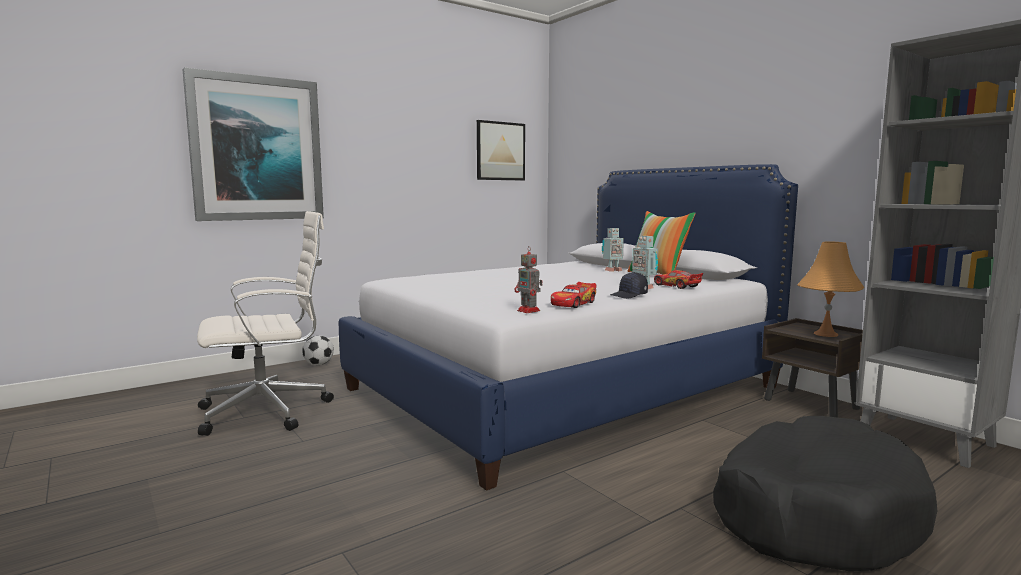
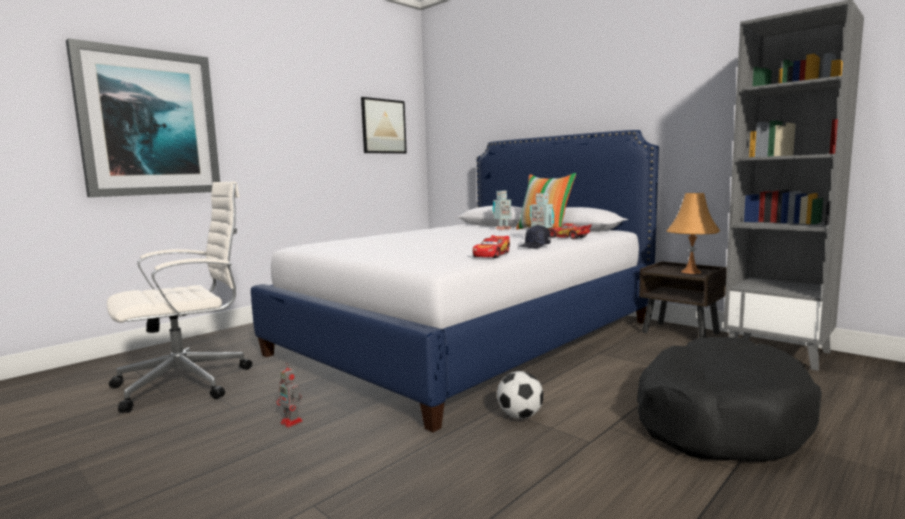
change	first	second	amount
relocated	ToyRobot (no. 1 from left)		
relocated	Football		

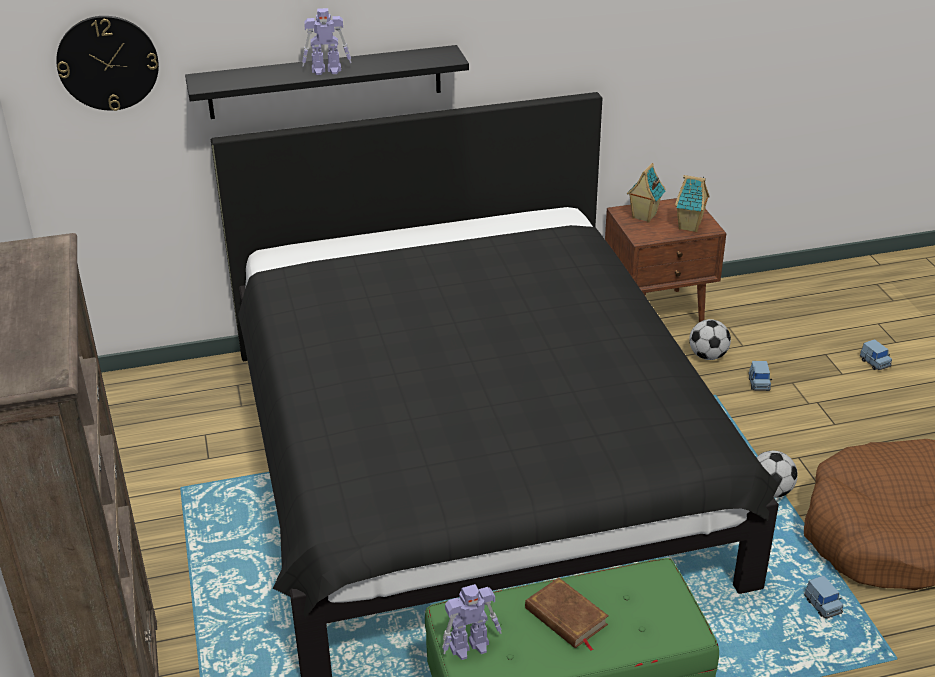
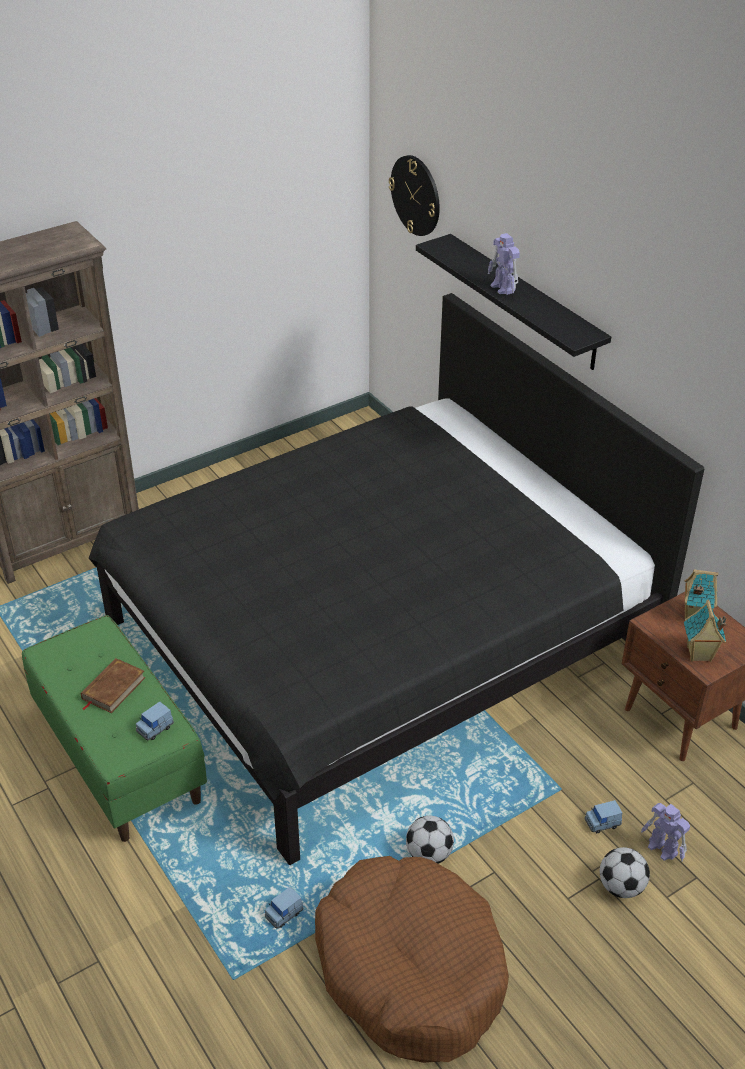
change	first	second	amount
relocated	Football (no. 1 from left in the first image)	Football (no. 2 from left)	
relocated	BlueToyCar (no. 3 from left in the first image)	BlueToyCar (no. 1 from left)	
relocated	ToyRobot (no. 2 from left)		

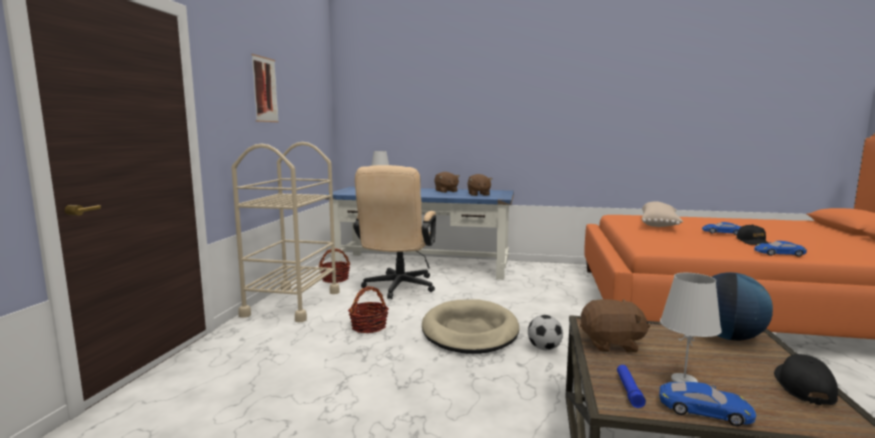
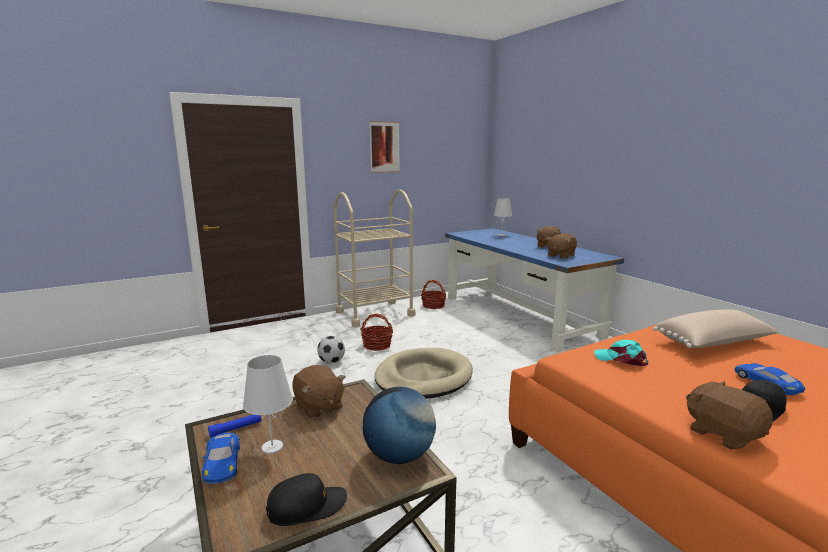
change	first	second	amount
missing	BeigeOfficeChair		
exchanged	BlueToyCar (no. 3 from left)	BrownPlushToy (no. 4 from left)	
relocated	Football		
appeared		TurquoiseCap	

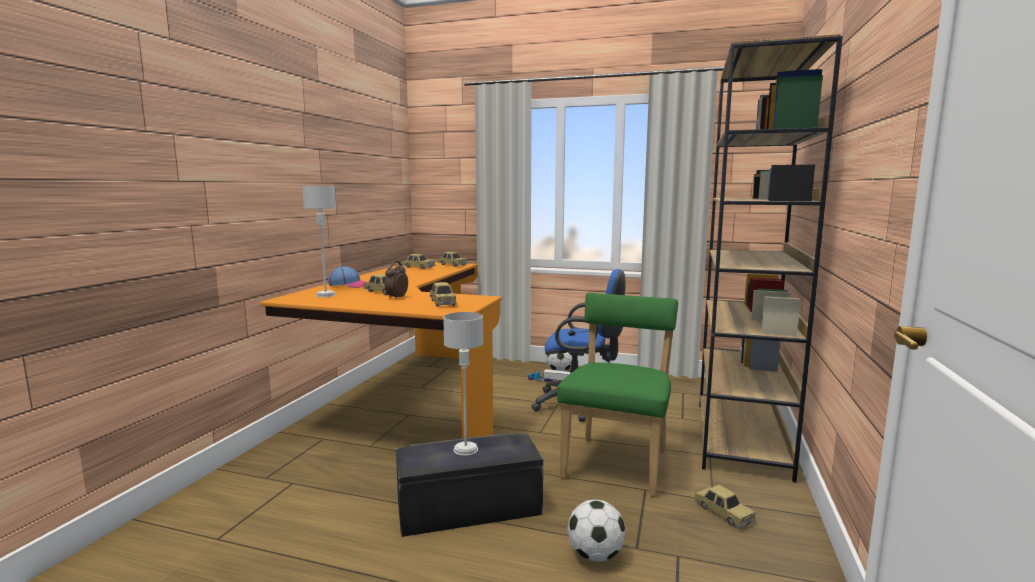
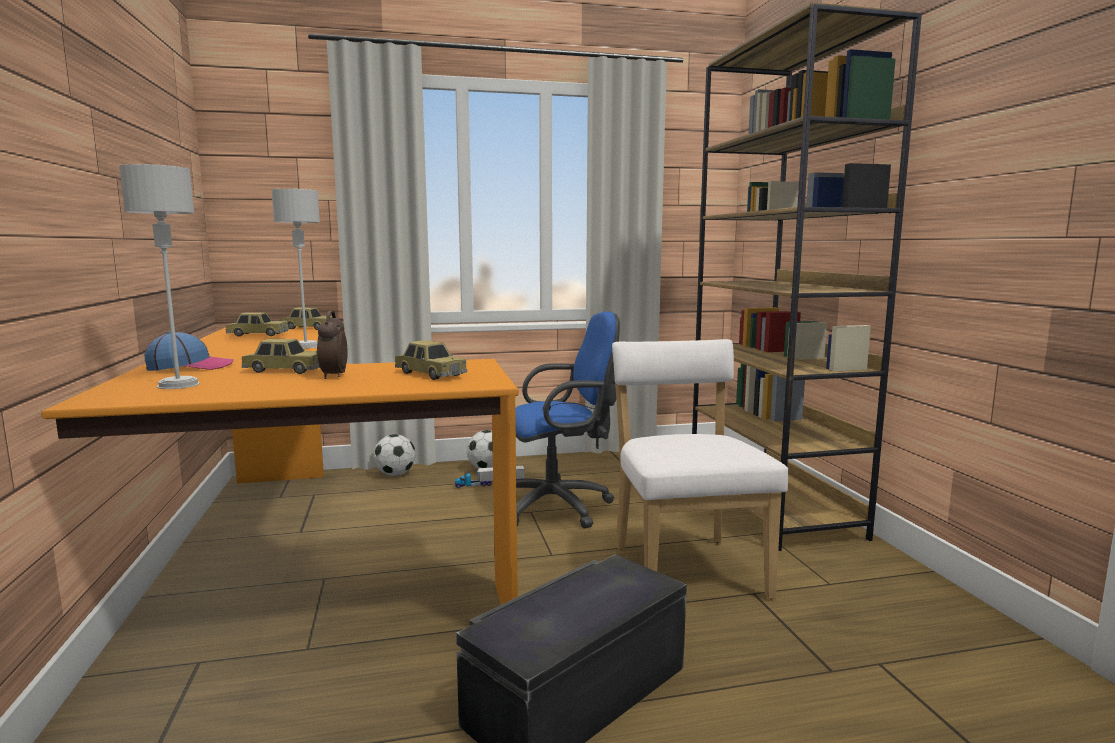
change	first	second	amount
colour	GreenChair	WhiteChair	
relocated	GreyTableLamp (no. 2 from left)		
missing	ToyCar (no. 5 from left)		
relocated	Football (no. 2 from left in the first image)	Football (no. 1 from left)	

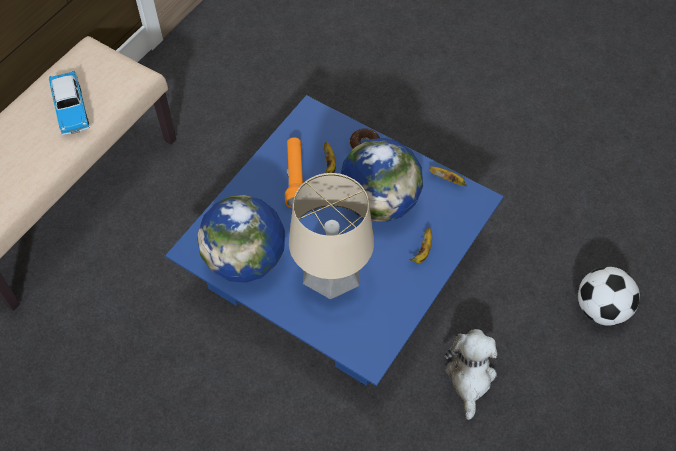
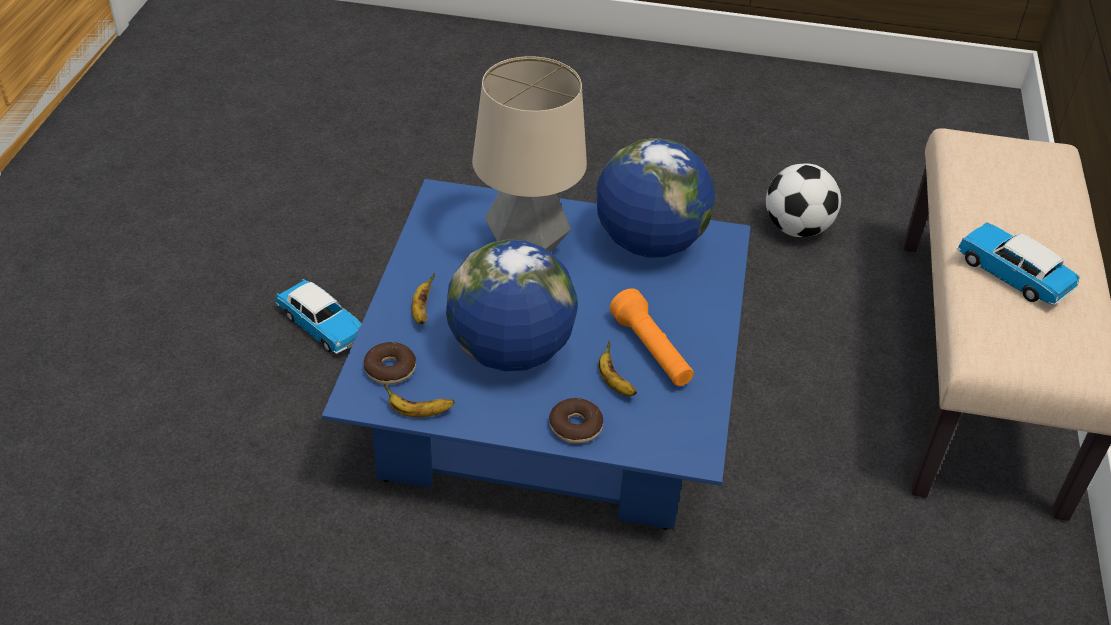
change	first	second	amount
relocated	Football		
exchanged	PlushToy	ToyCar (no. 1 from left)	
appeared		Donut (no. 1 from left)	

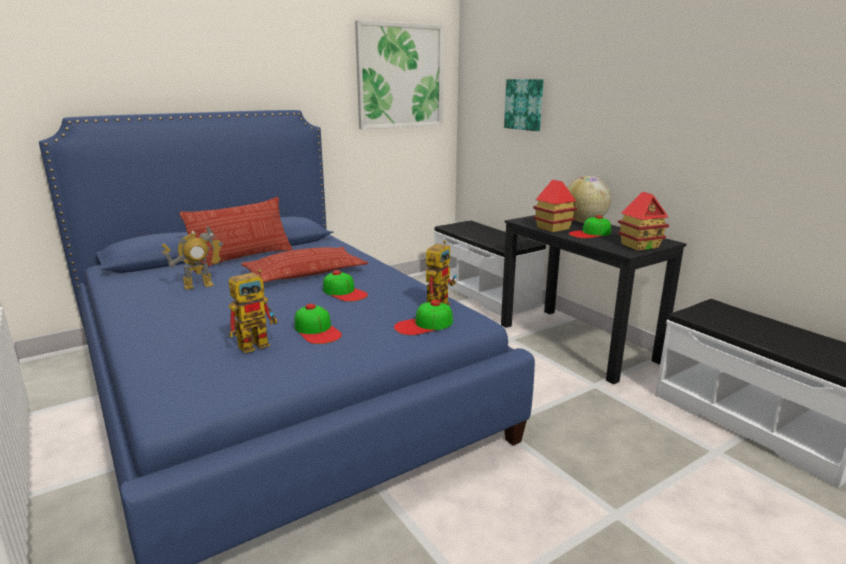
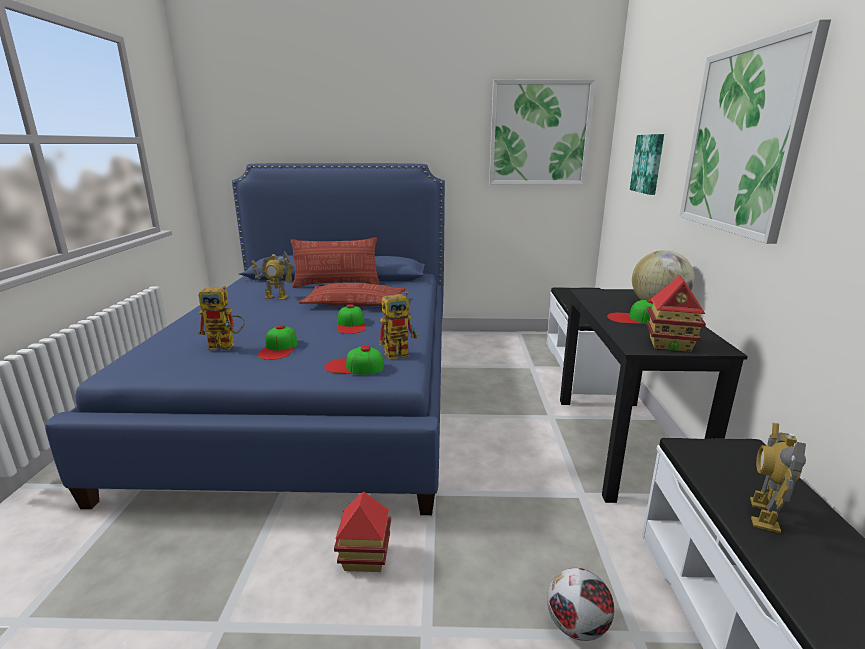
change	first	second	amount
relocated	ToyHouse (no. 1 from left)		
appeared		Picture (no. 3 from left)	
appeared		ToyRobot (no. 4 from left)	
appeared		Football	

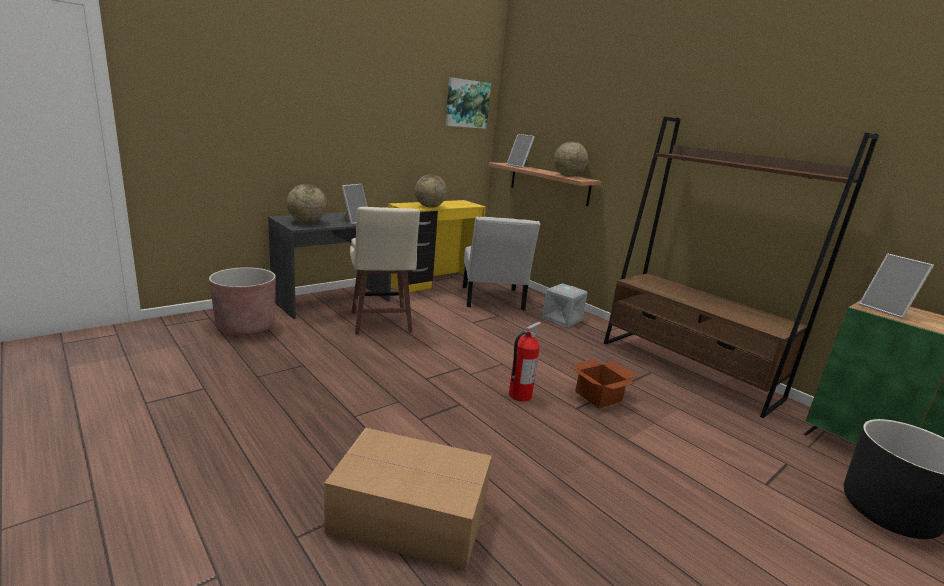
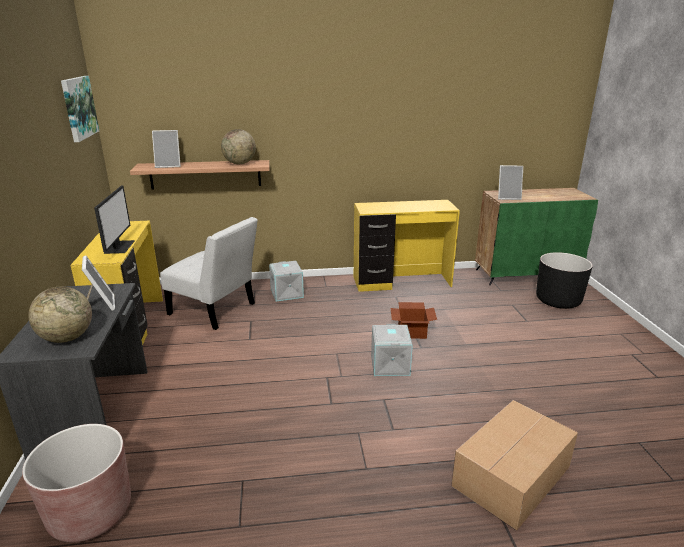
change	first	second	amount
exchanged	BrownBookcase	YellowDesk (no. 2 from left)	
exchanged	Globe (no. 2 from left)	Monitor	
missing	BeigeStool		
exchanged	FireExtinguisher	GreyStorageBox (no. 2 from left)	

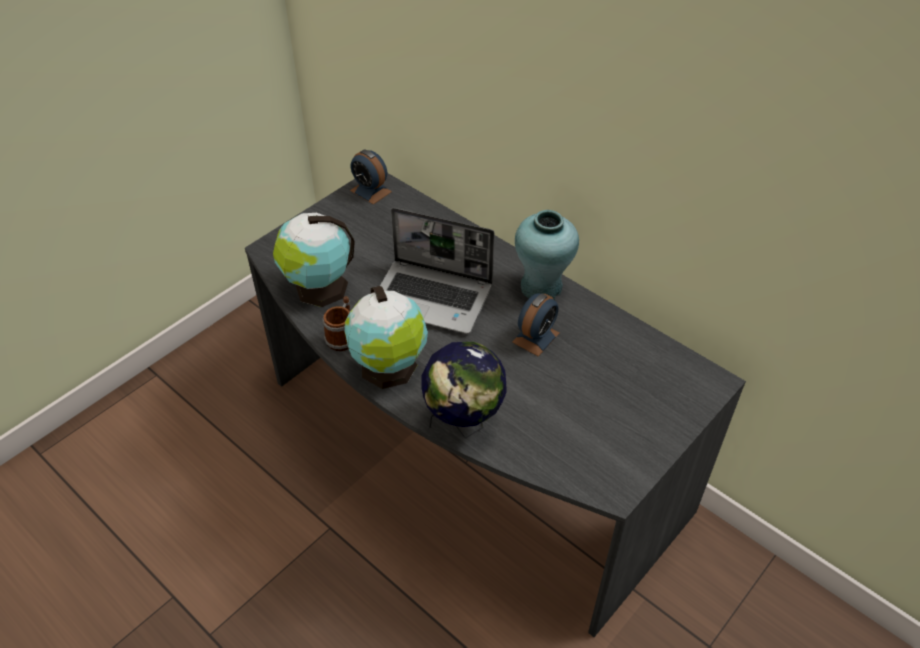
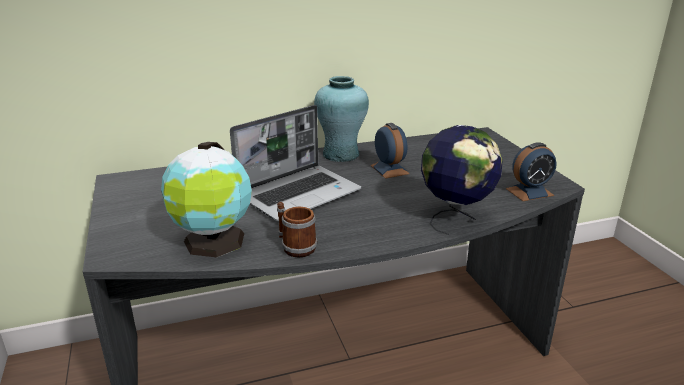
change	first	second	amount
relocated	AlarmClock (no. 1 from left in the first image)	AlarmClock (no. 2 from left)	
missing	Globe (no. 2 from left)		

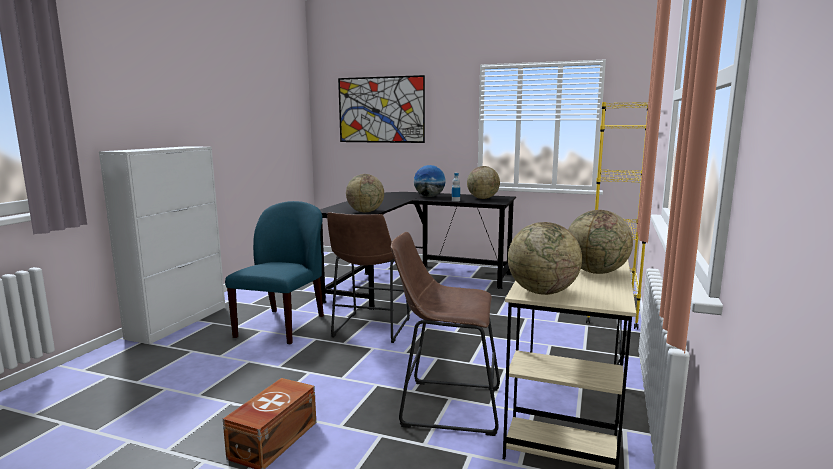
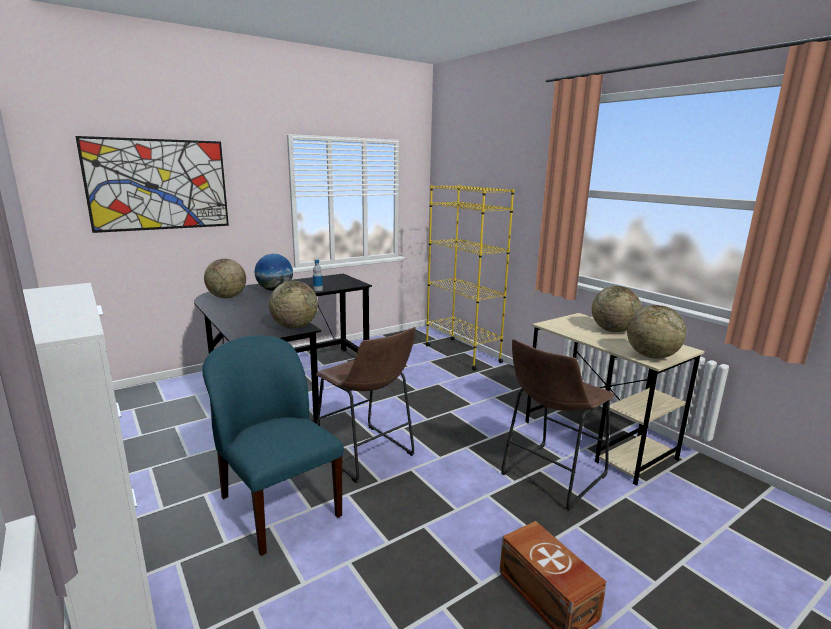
change	first	second	amount
relocated	Globe (no. 3 from left in the first image)	Globe (no. 1 from left)	

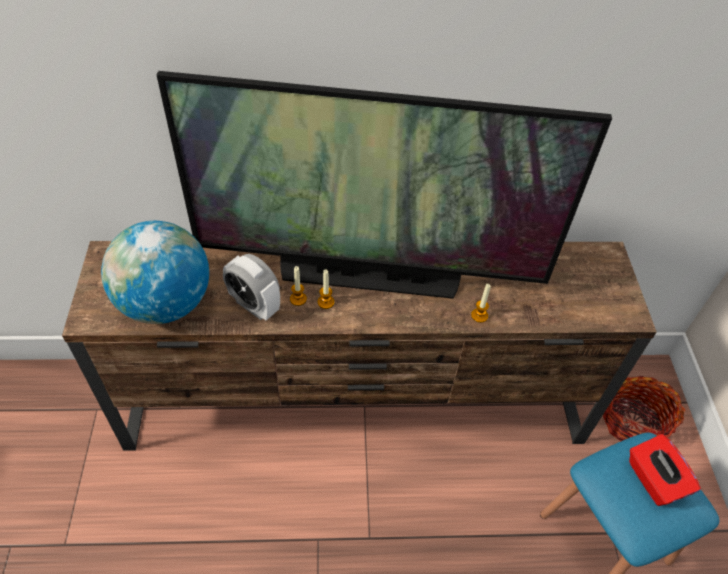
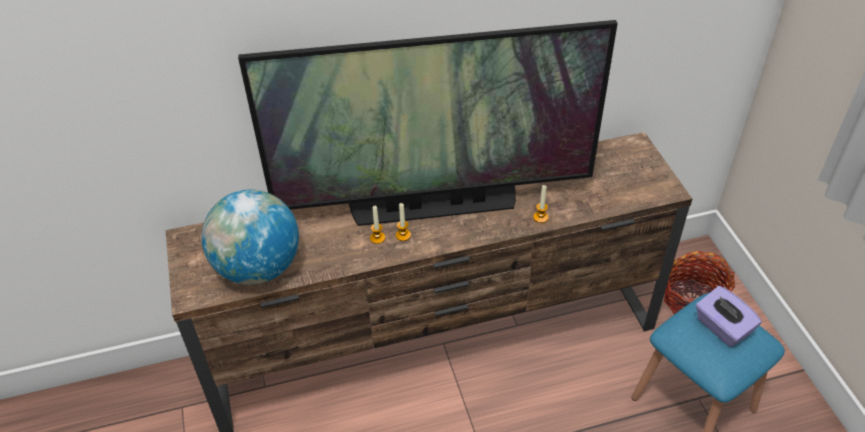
change	first	second	amount
missing	AlarmClock		
colour	RedTissueBox	PurpleTissueBox	

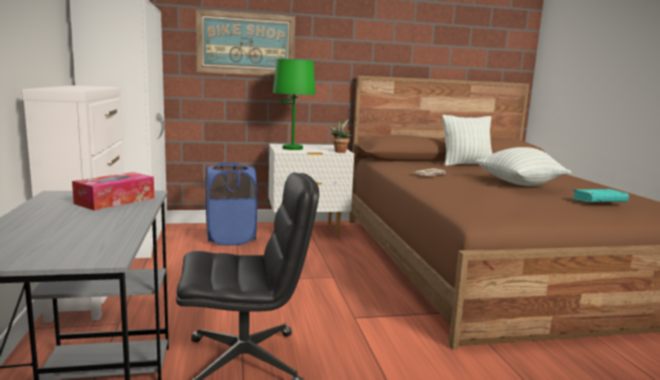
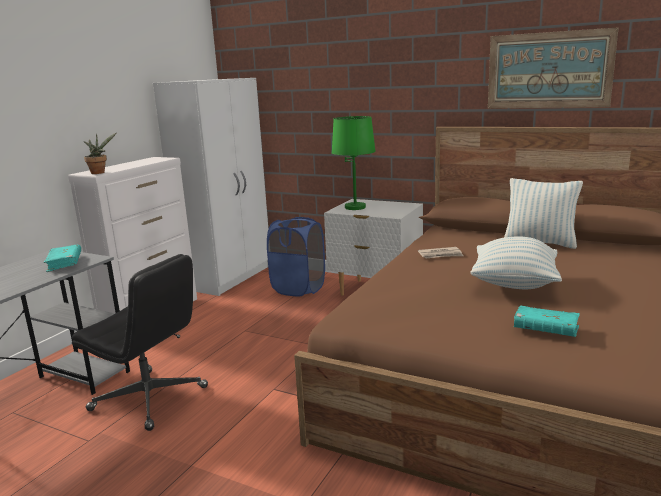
change	first	second	amount
relocated	Picture		
relocated	PottedPlant		
exchanged	TissueBox	TurquoiseBook (no. 1 from left)	

